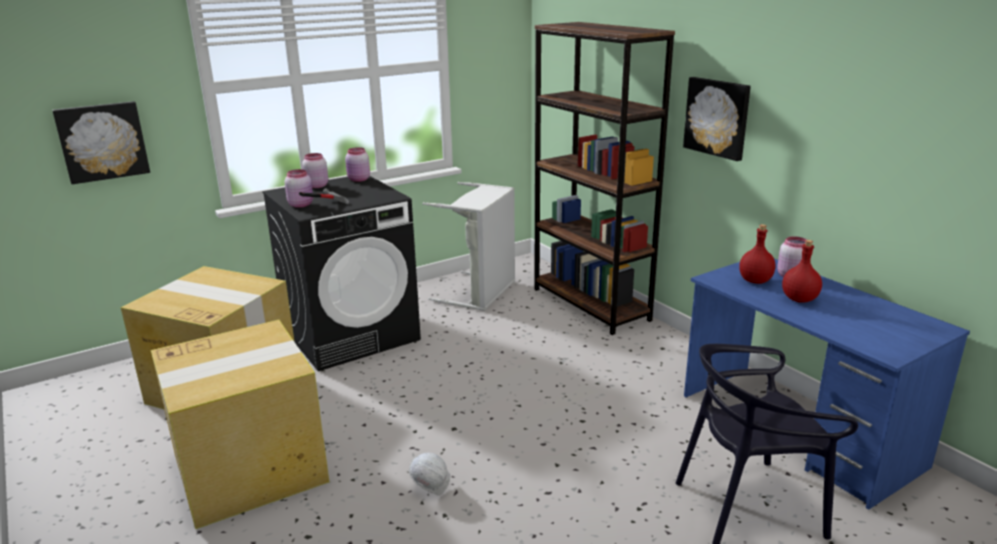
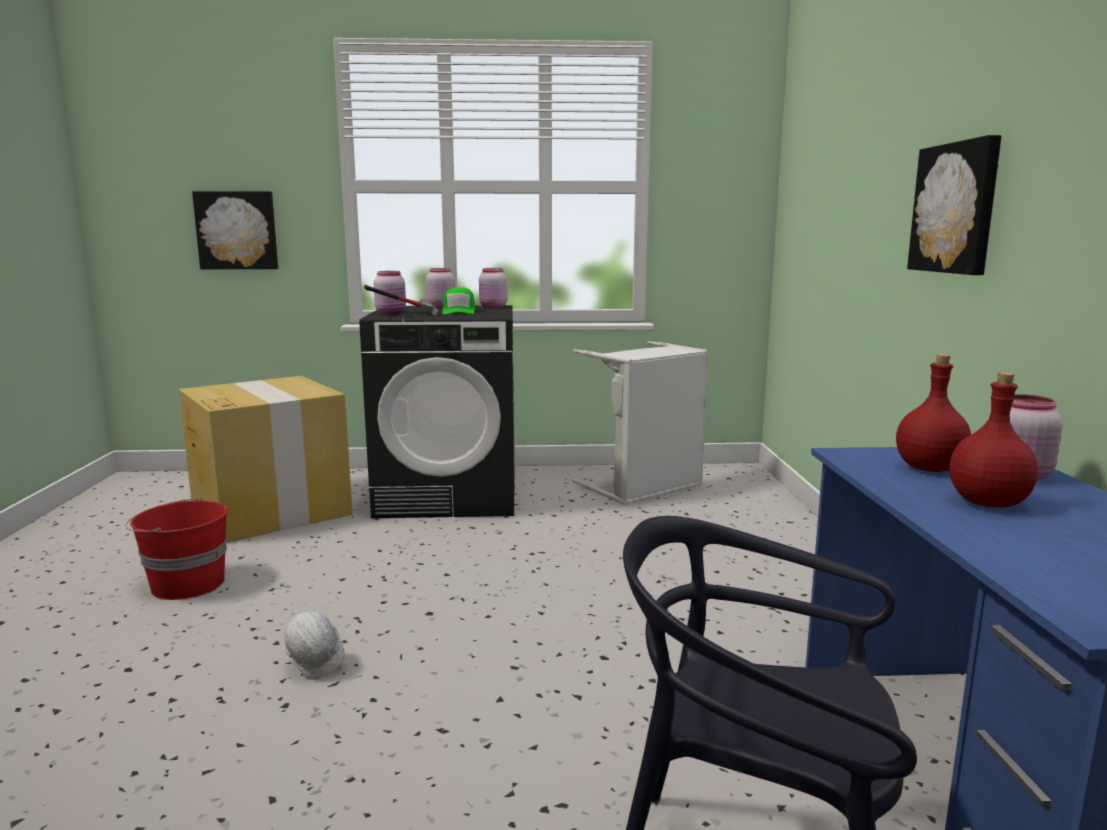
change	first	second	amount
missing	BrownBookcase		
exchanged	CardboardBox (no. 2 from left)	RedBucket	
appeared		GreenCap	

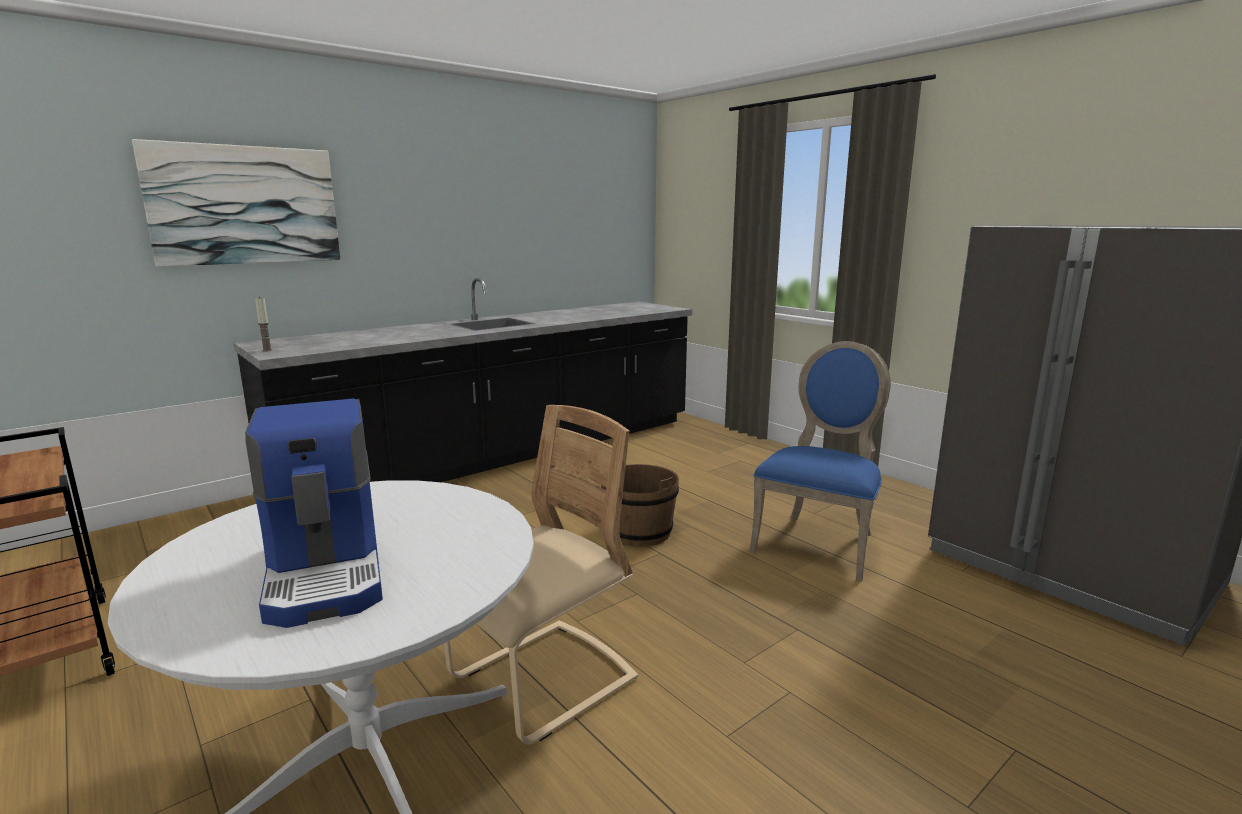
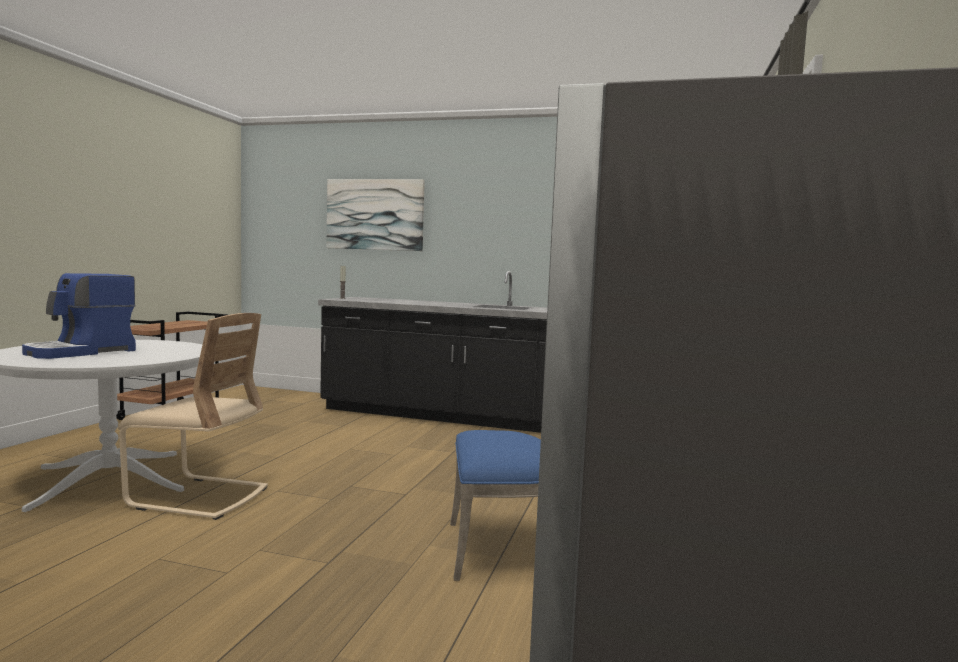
change	first	second	amount
missing	BrownBucket		

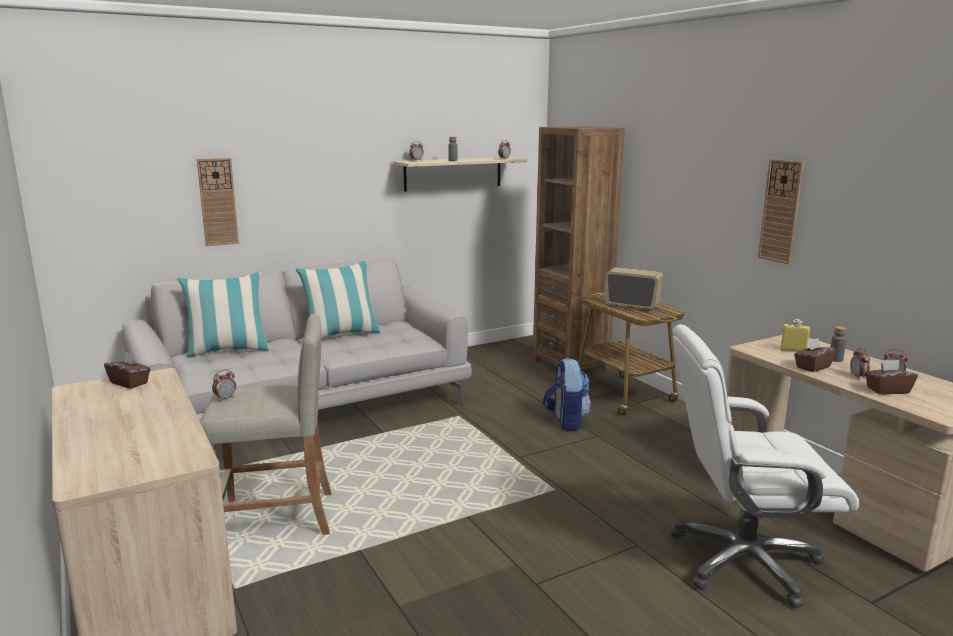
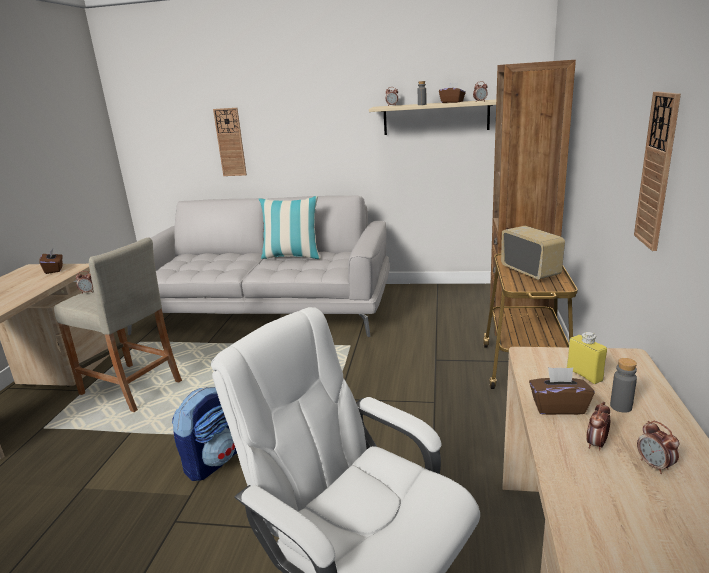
change	first	second	amount
missing	Pillow (no. 1 from left)		
relocated	Backpack		
relocated	BrownTissueBox (no. 3 from left in the first image)	BrownTissueBox (no. 2 from left)	

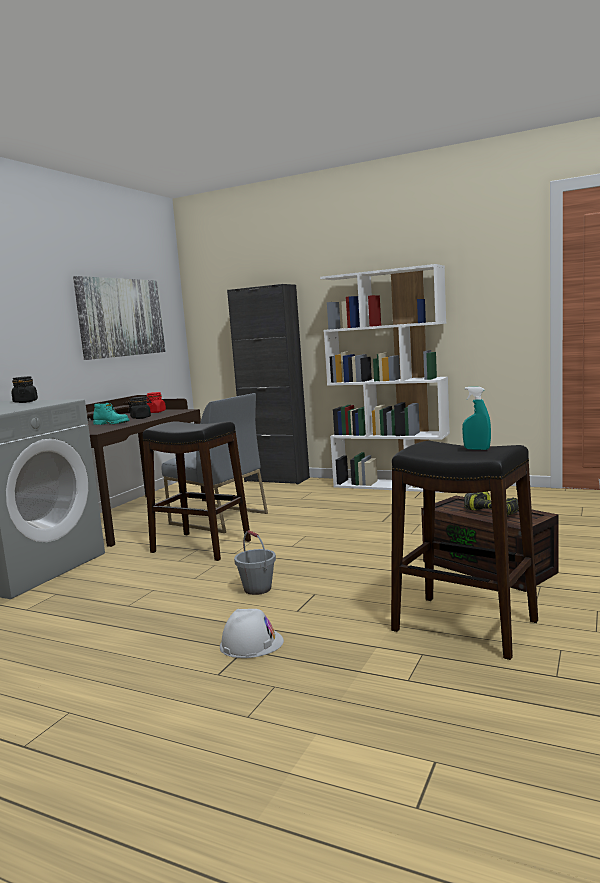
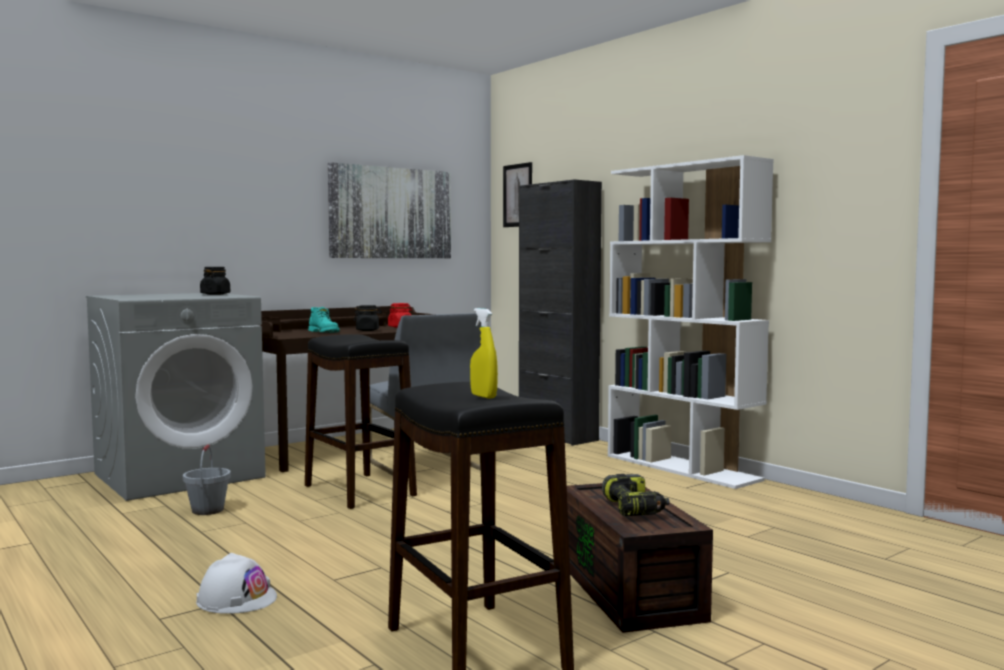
change	first	second	amount
colour	TurquoiseSprayBottle	YellowSprayBottle	
relocated	GreyBucket		
appeared		Picture (no. 2 from left)	

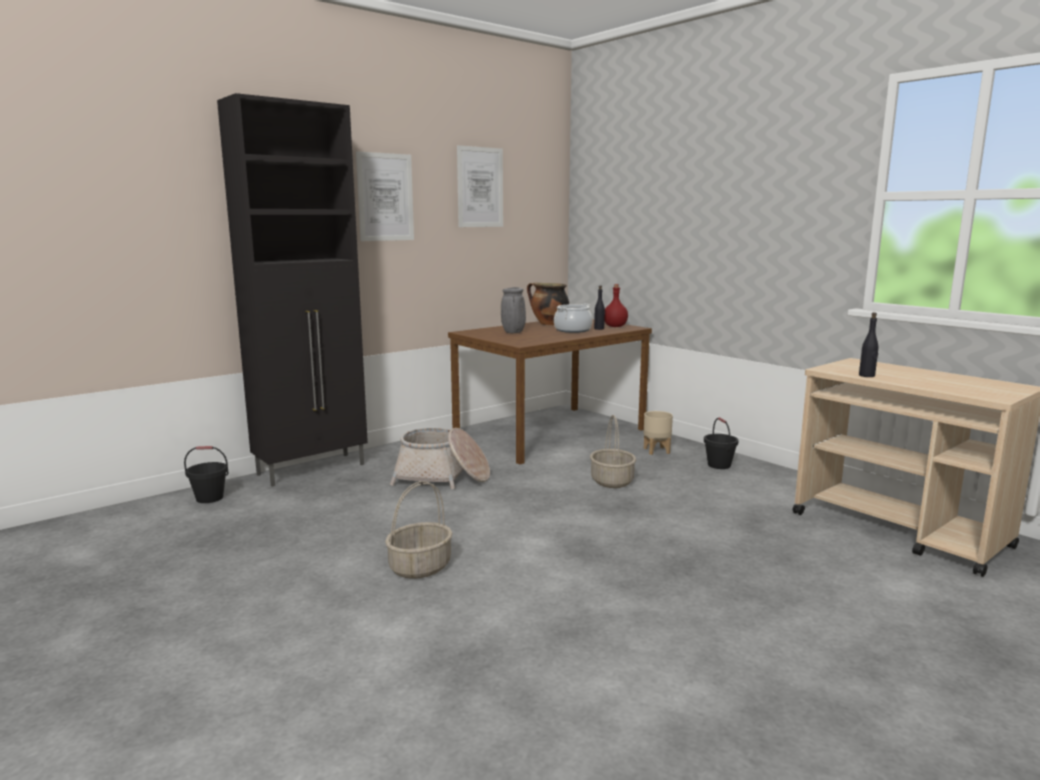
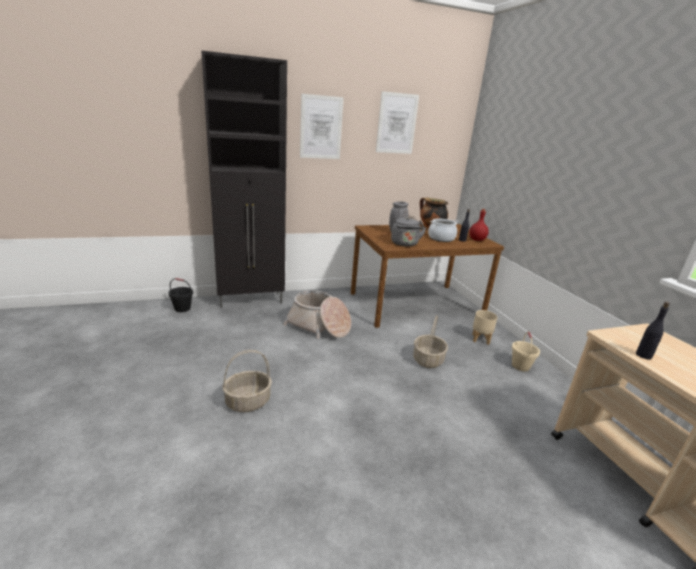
change	first	second	amount
colour	BlackBucket (no. 2 from left)	BeigeBucket	
appeared		GreyKettle	

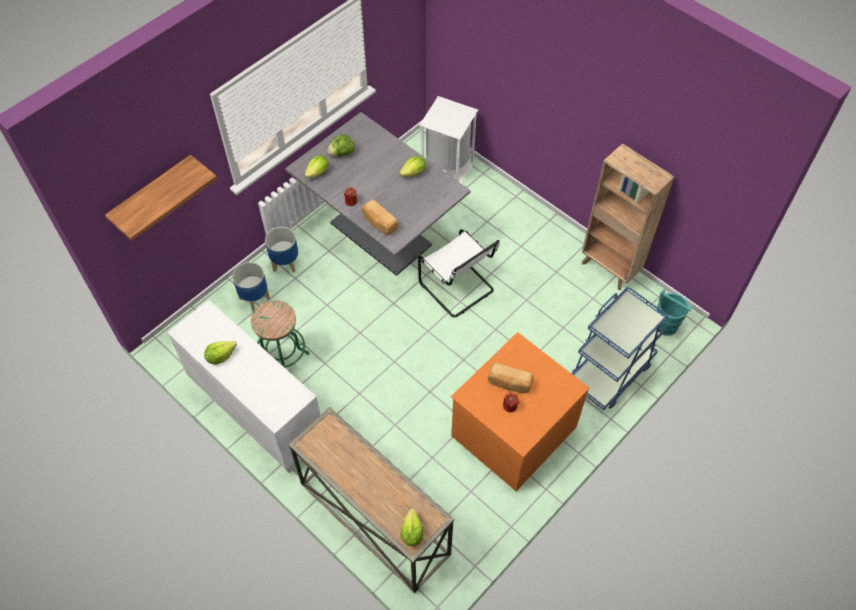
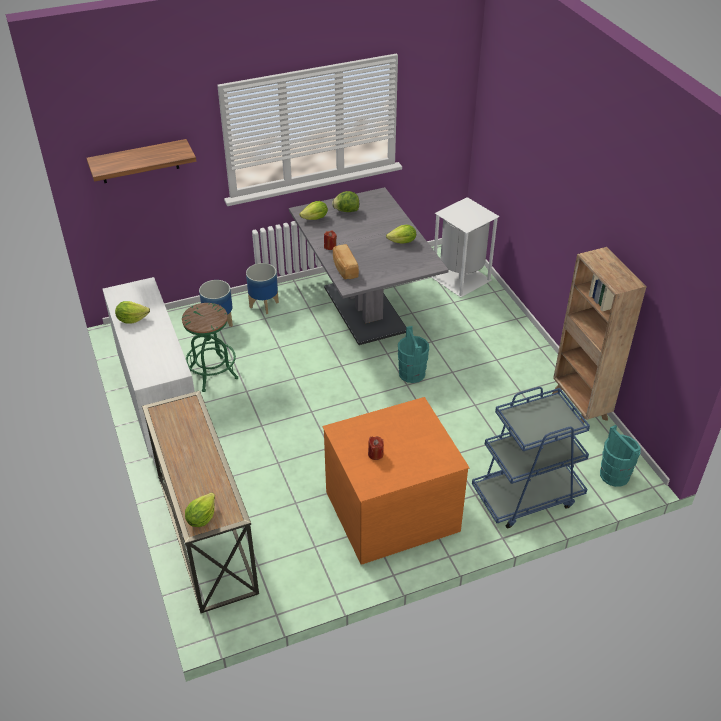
change	first	second	amount
exchanged	WhiteChair	TurquoiseBucket (no. 1 from left)	
missing	Bread (no. 2 from left)		

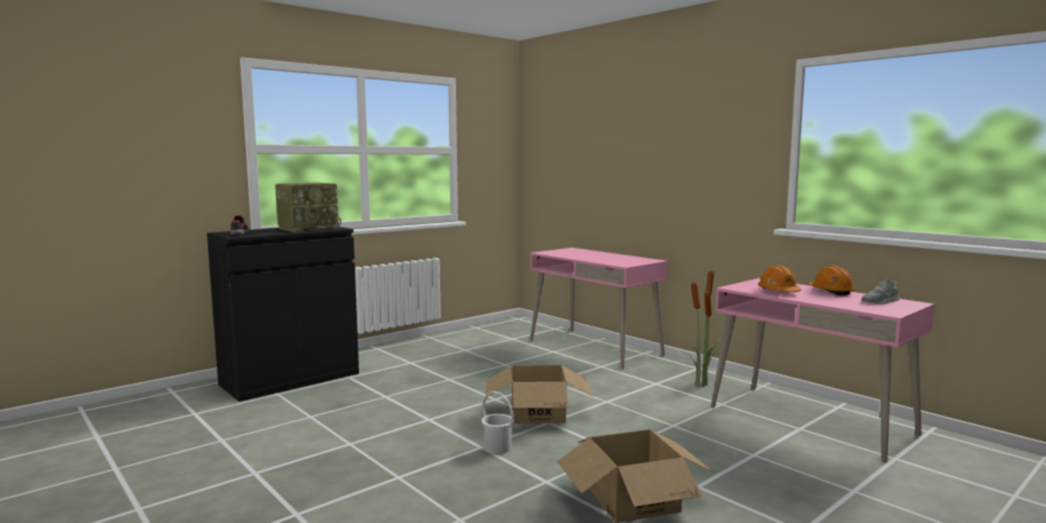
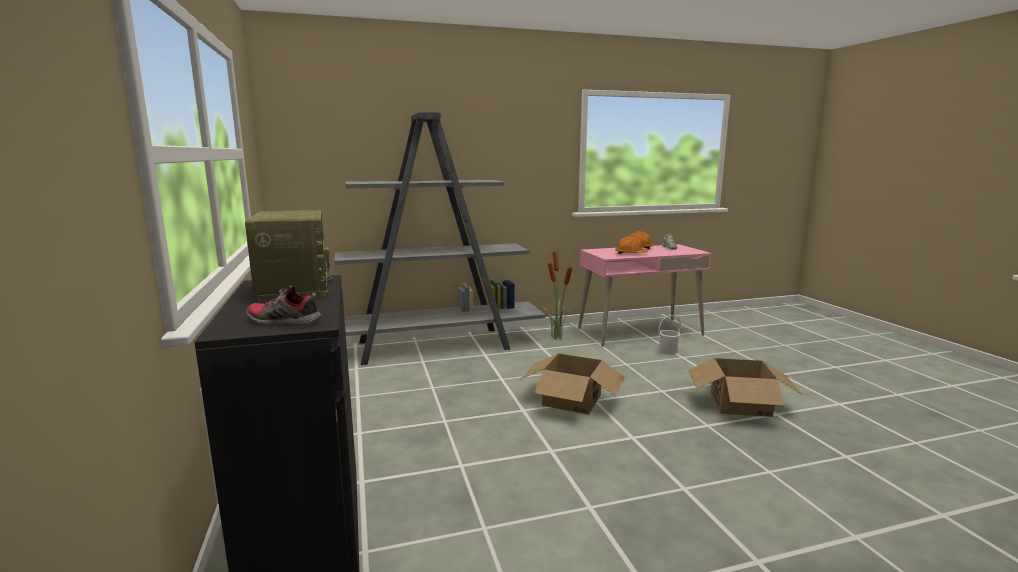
change	first	second	amount
exchanged	PinkDesk (no. 1 from left)	GreyBookcase	
relocated	WhiteBucket		

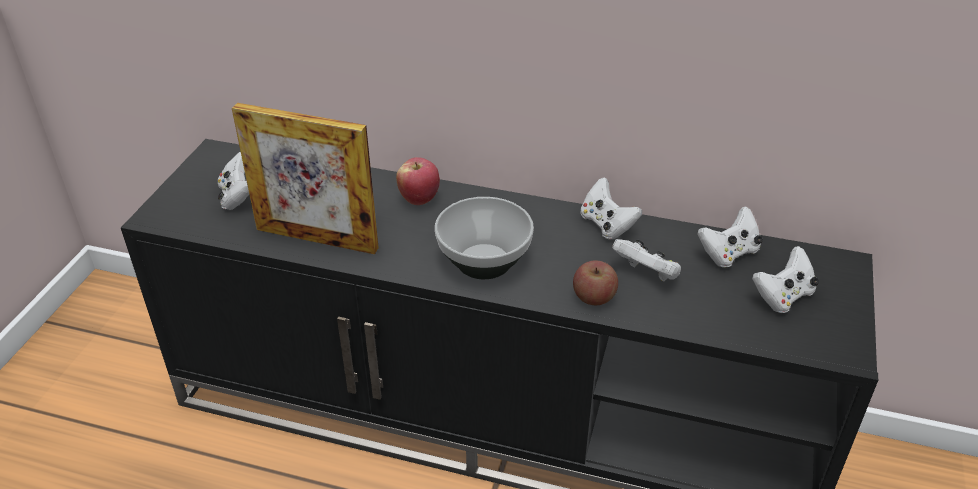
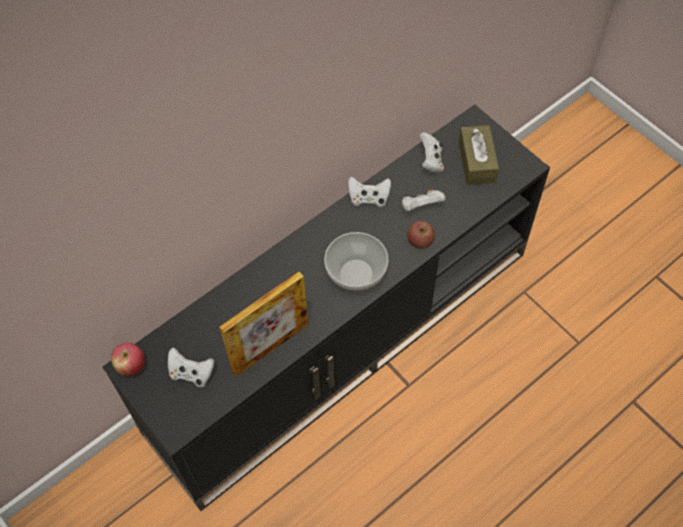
change	first	second	amount
relocated	Apple (no. 1 from left)		
exchanged	WhiteGameController (no. 5 from left)	BrownTissueBox	

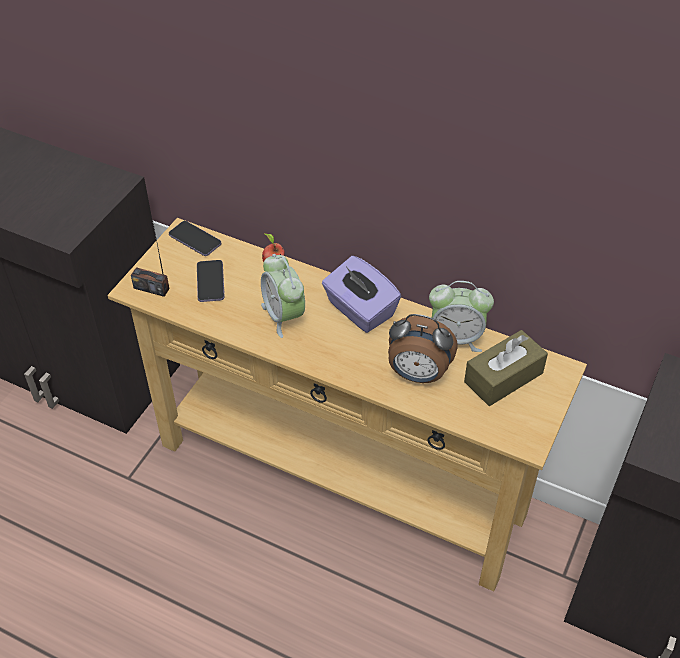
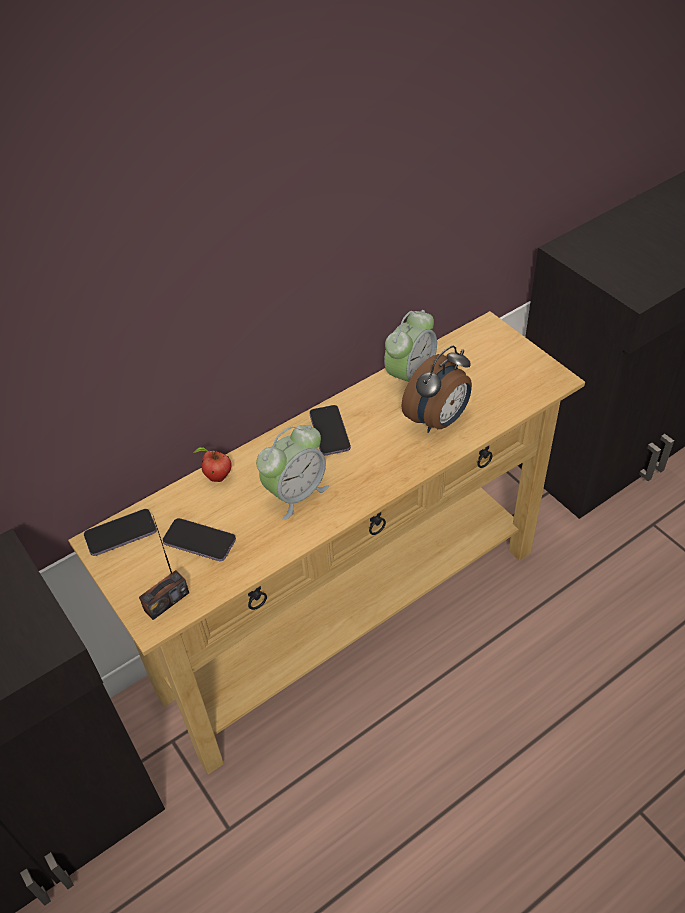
change	first	second	amount
spun	AlarmClock (no. 1 from left)		45 degrees counterclockwise
exchanged	PurpleTissueBox	Phone (no. 3 from left)	
missing	BrownTissueBox		

